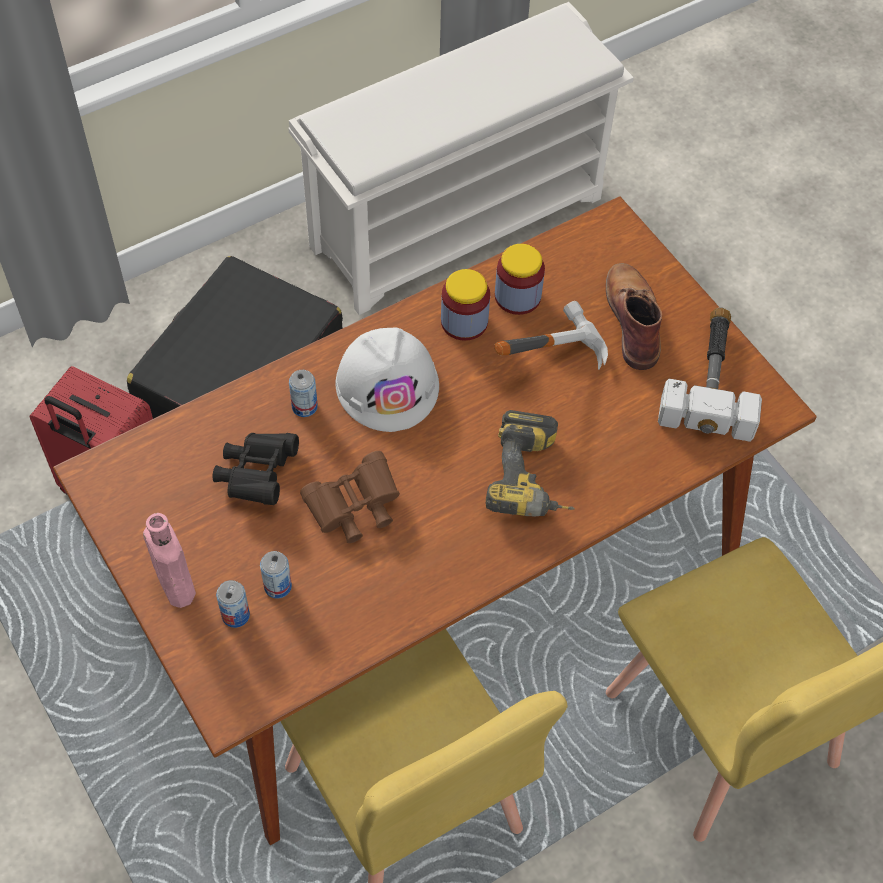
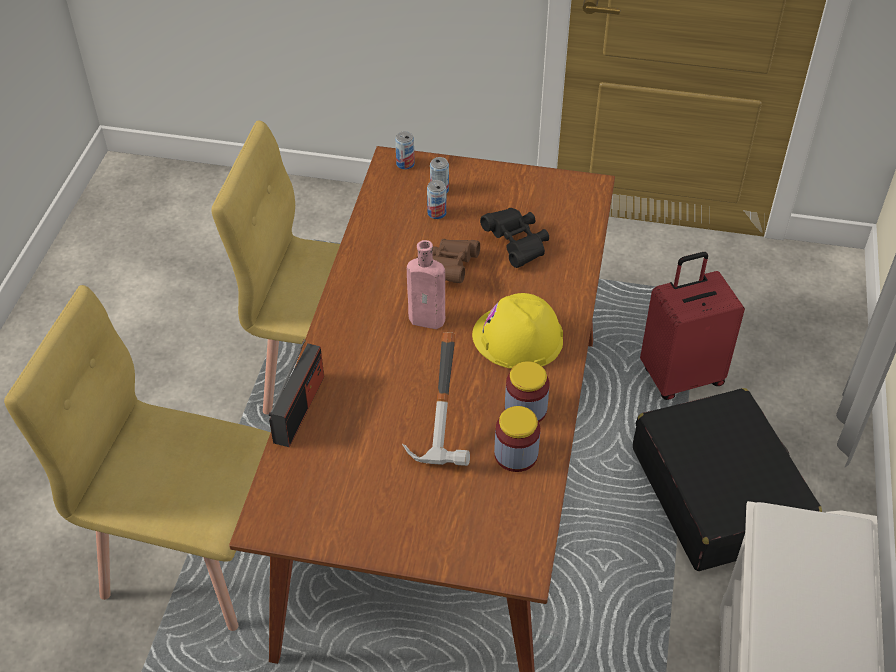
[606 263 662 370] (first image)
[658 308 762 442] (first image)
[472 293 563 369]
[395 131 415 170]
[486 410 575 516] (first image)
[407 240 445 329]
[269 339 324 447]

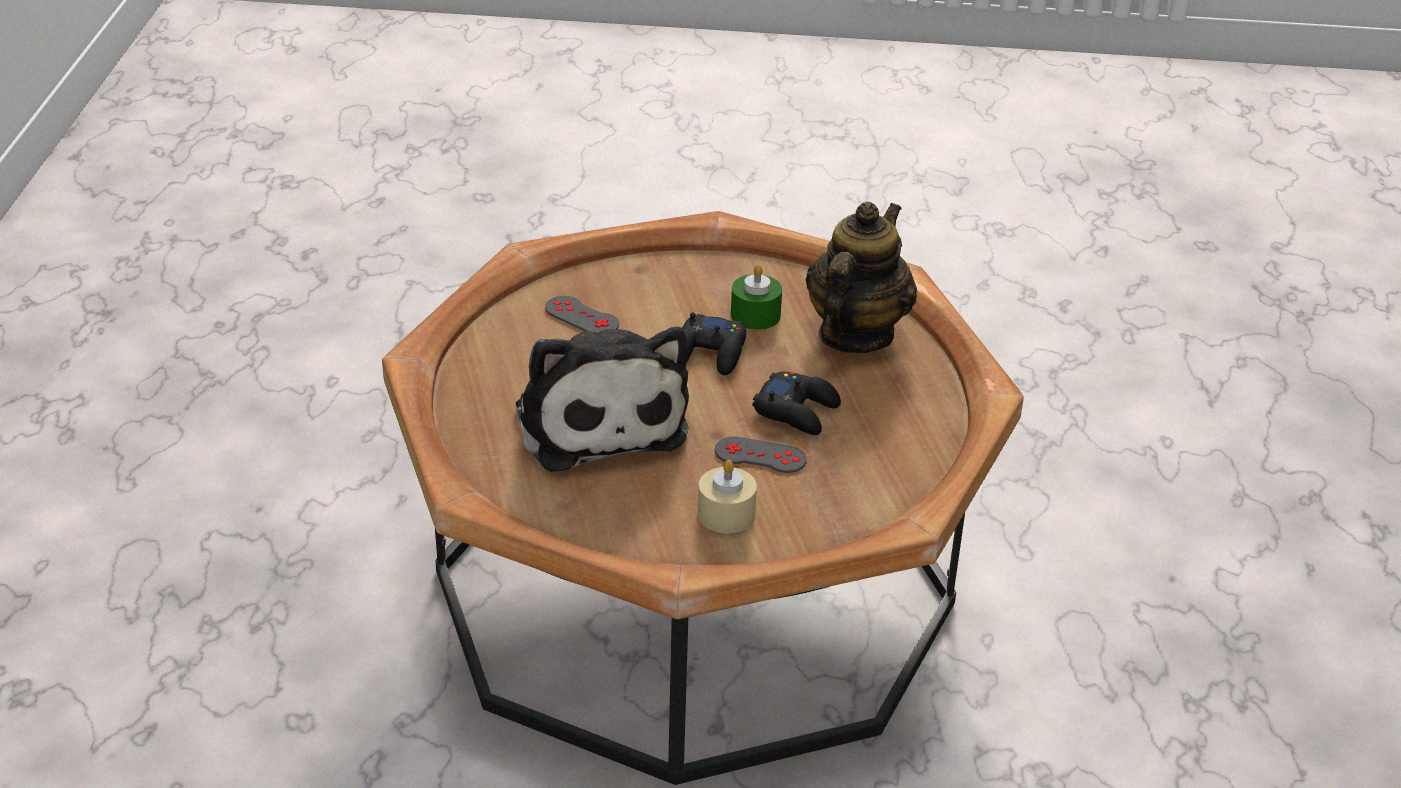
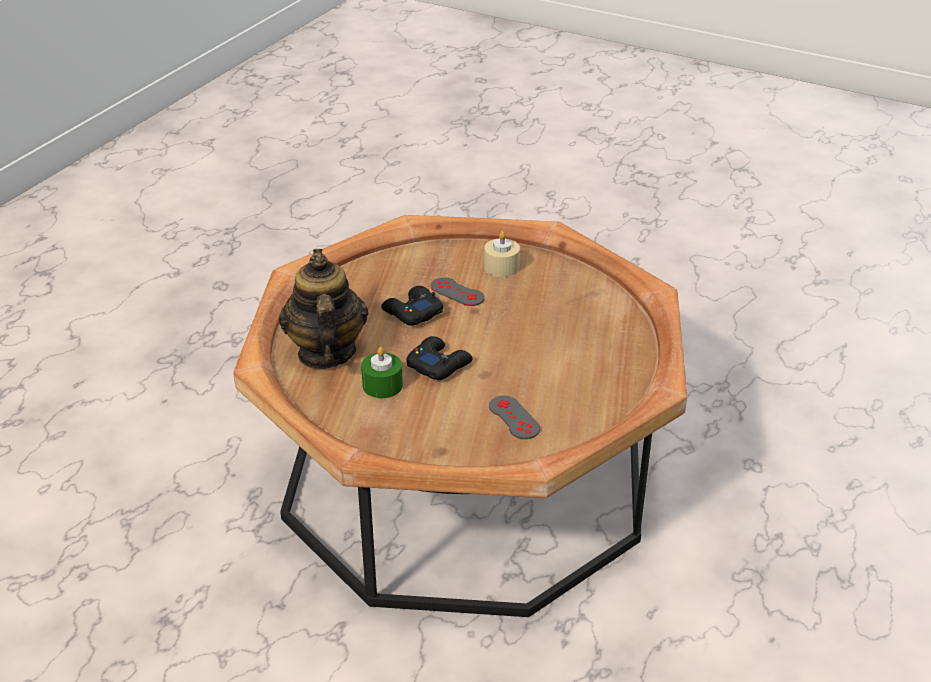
[279 249 369 369]
[516 326 689 472] (first image)

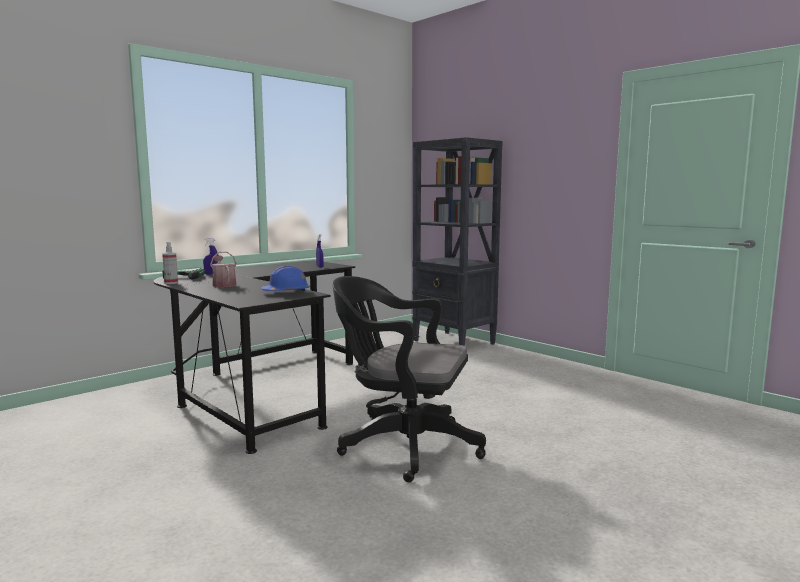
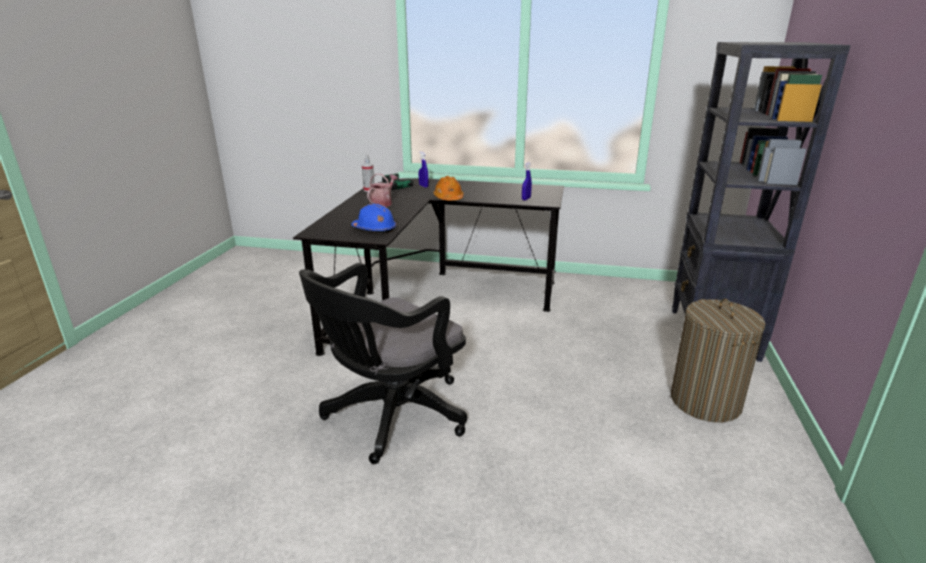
[299 263 467 464]
[434 176 464 200]
[671 298 766 422]

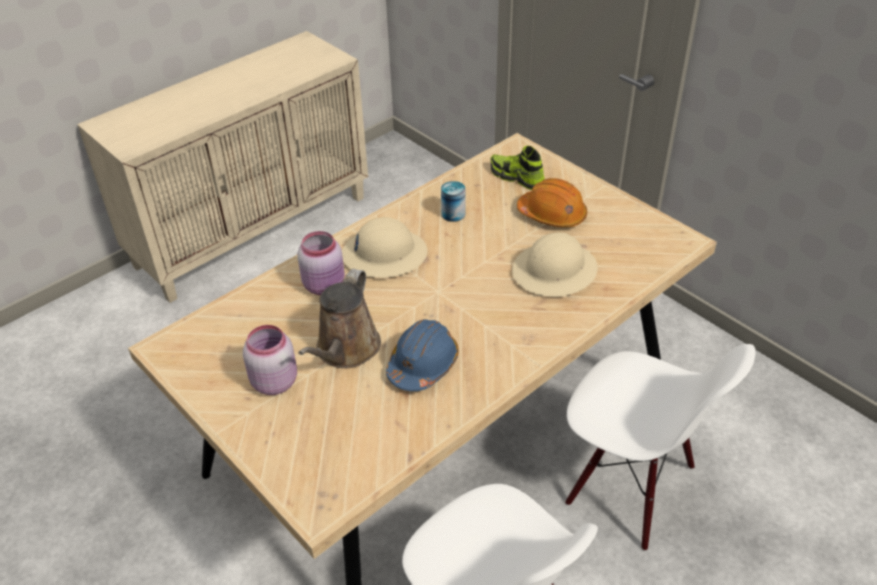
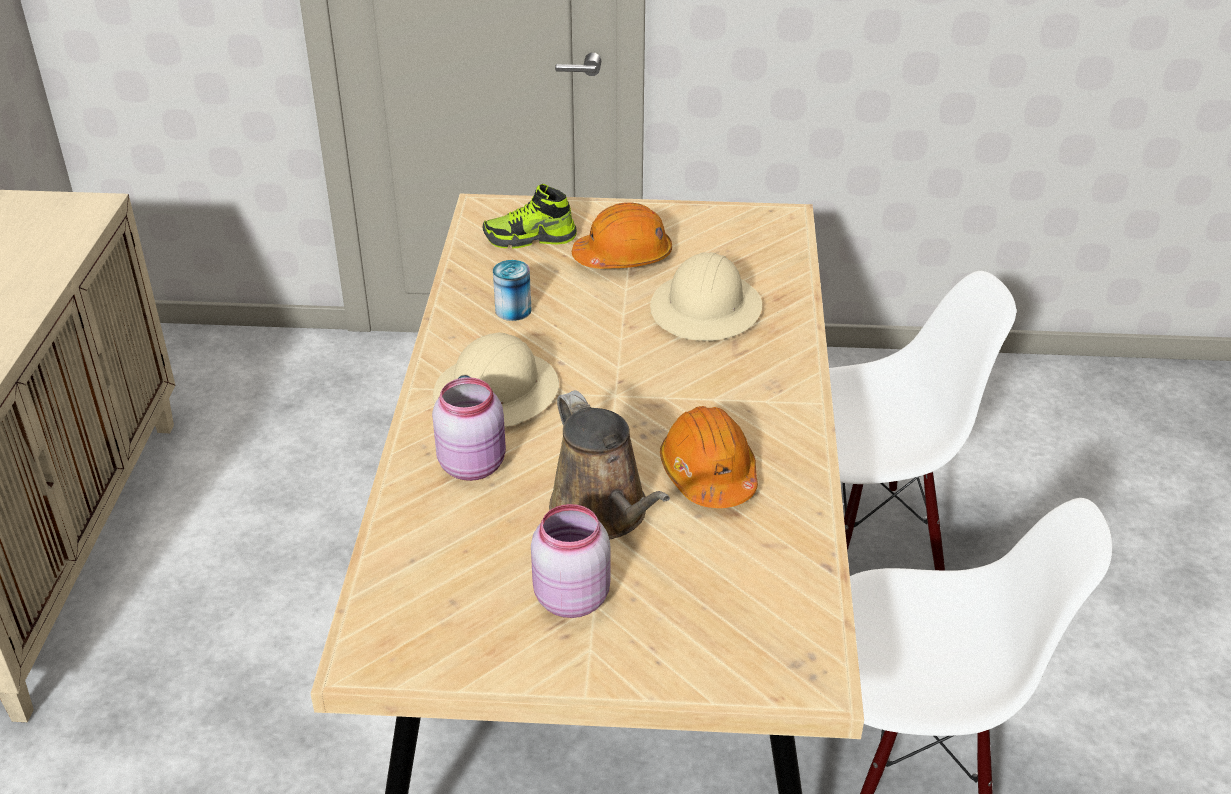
[660 406 758 508]

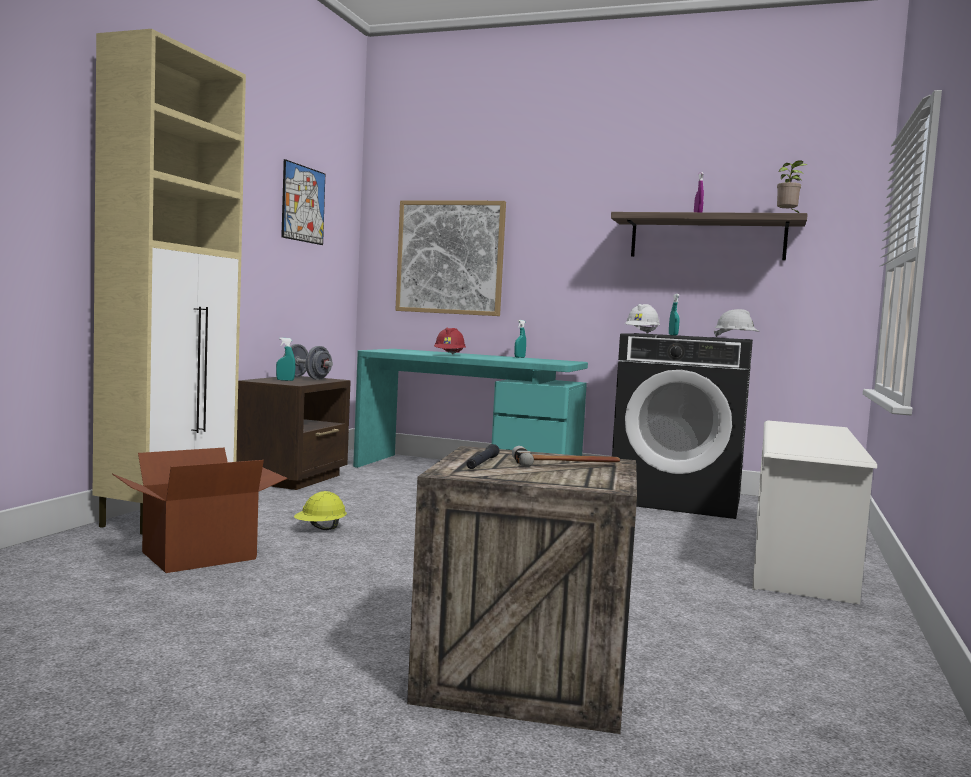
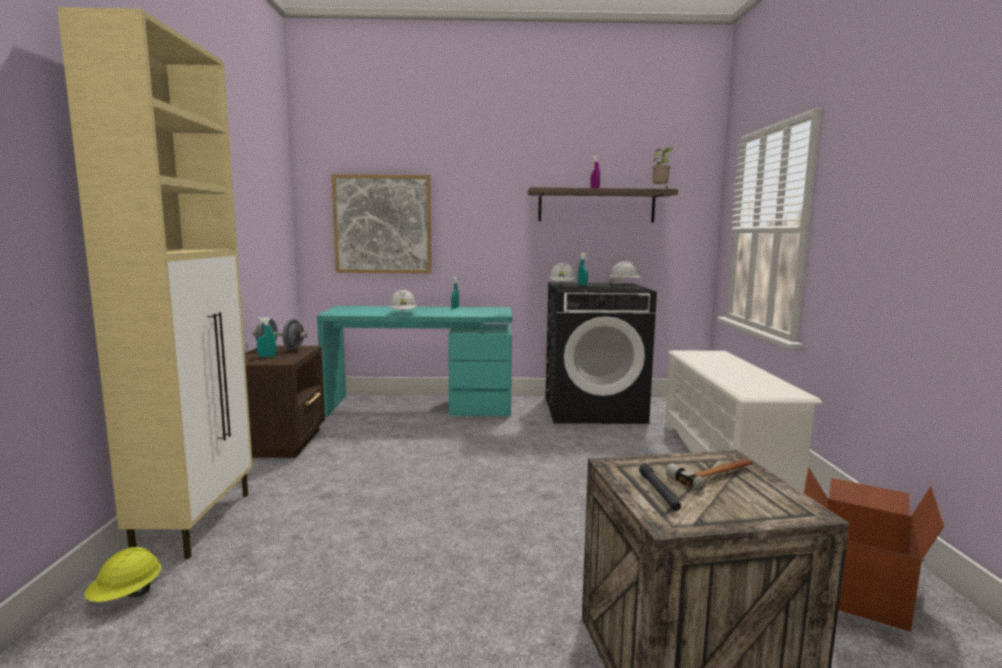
[281 159 325 245] (first image)
[389 290 417 311]
[804 467 944 632]
[84 547 161 602]

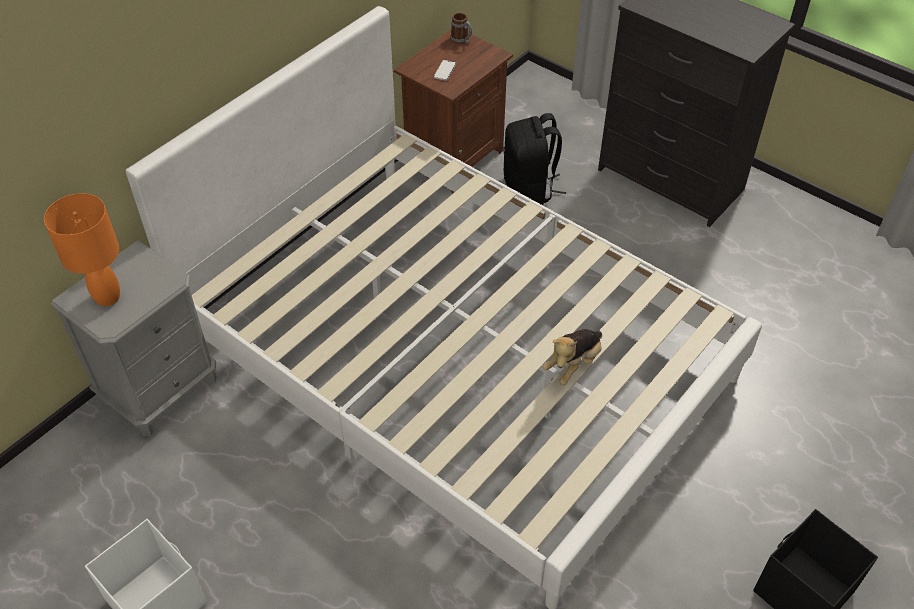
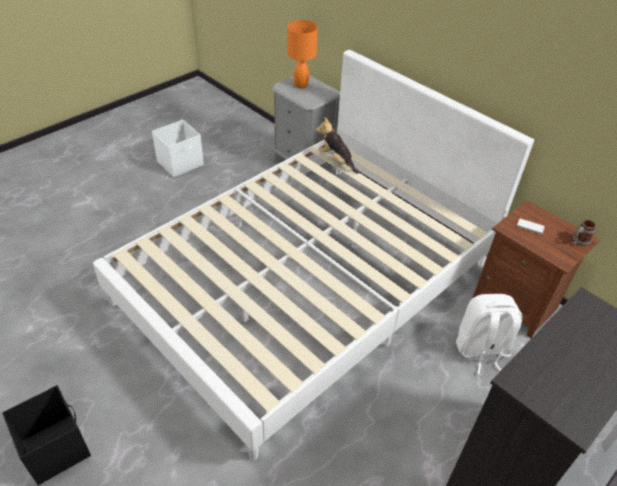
[456 294 522 375]
[316 117 359 174]

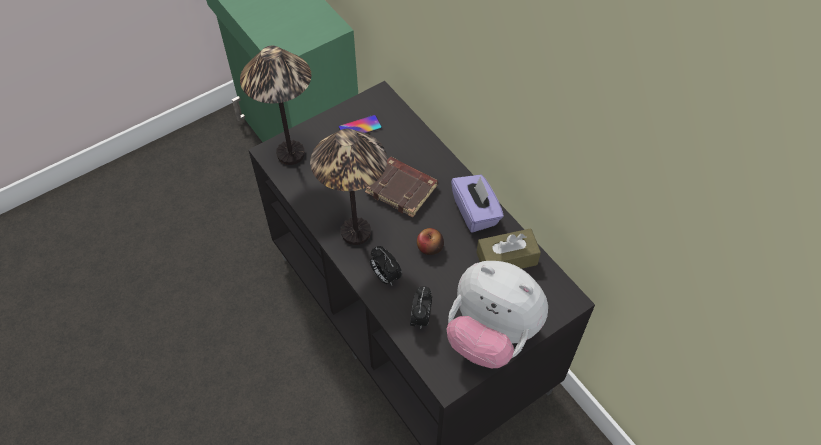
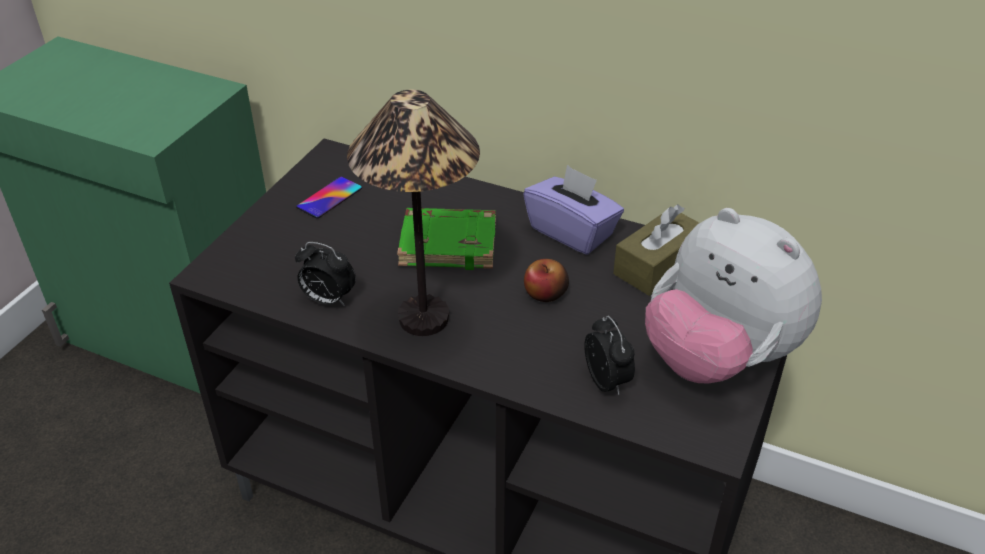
[240 46 311 165] (first image)
[397 208 496 270]
[295 242 356 306]
[645 208 822 383]

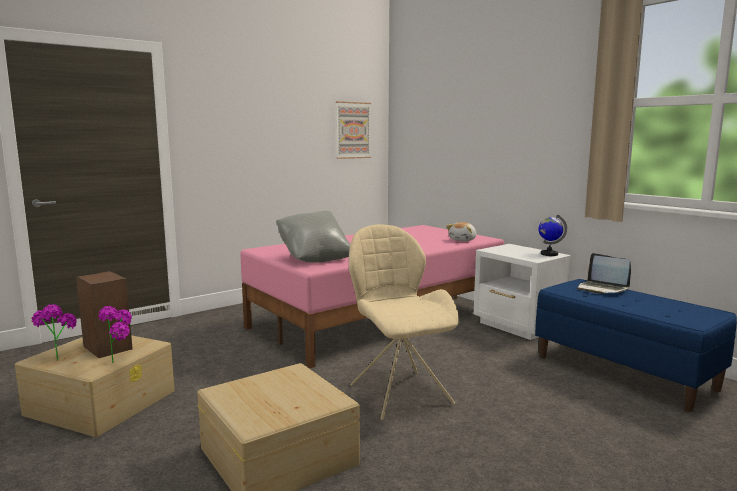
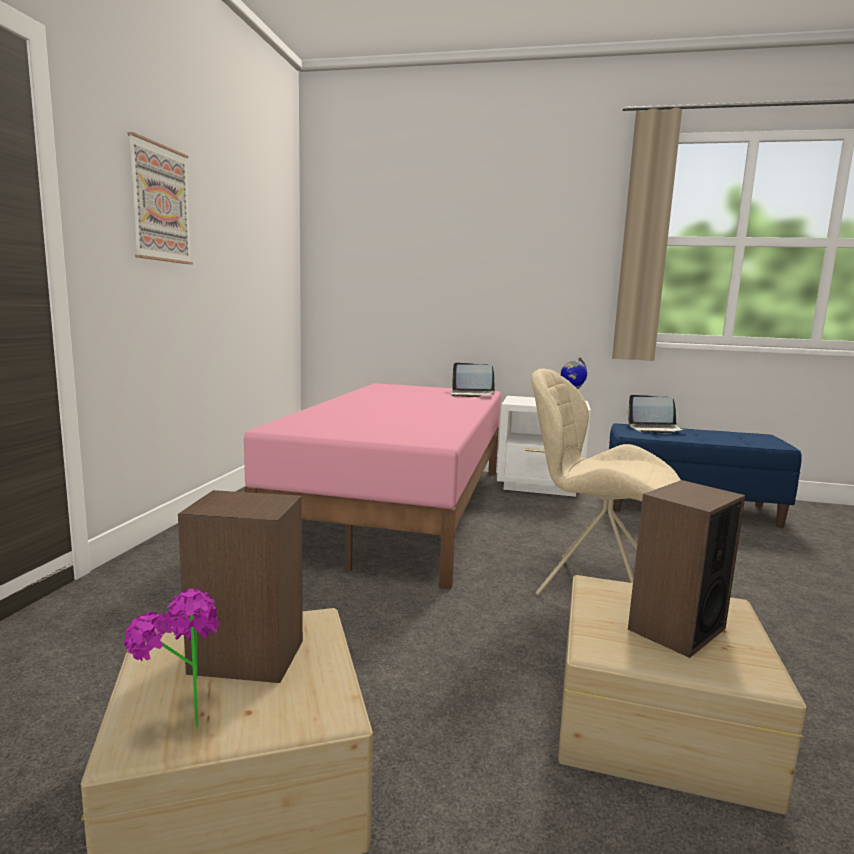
[127 132 193 264]
[276 211 350 262] (first image)
[450 362 495 397]
[98 306 132 363] (first image)
[628 480 745 658]

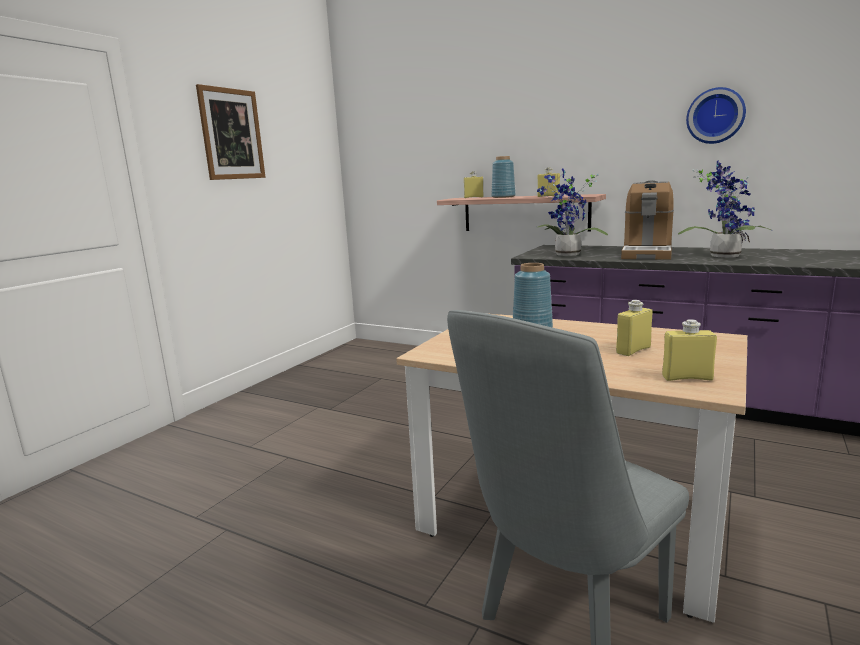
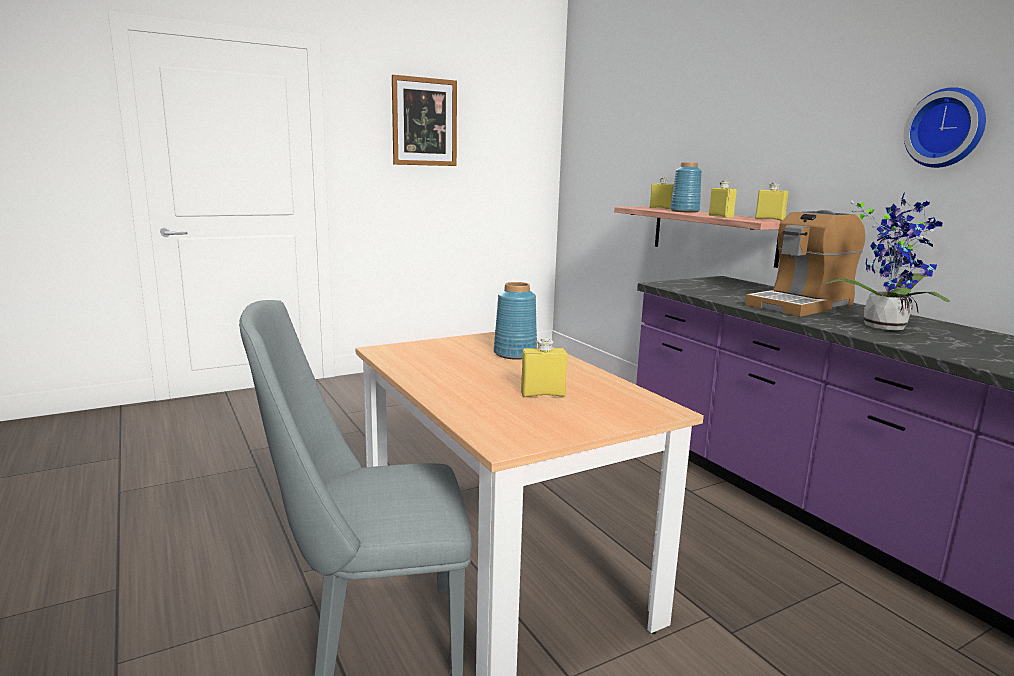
[537 169 608 256] (first image)
[755 182 789 221]

